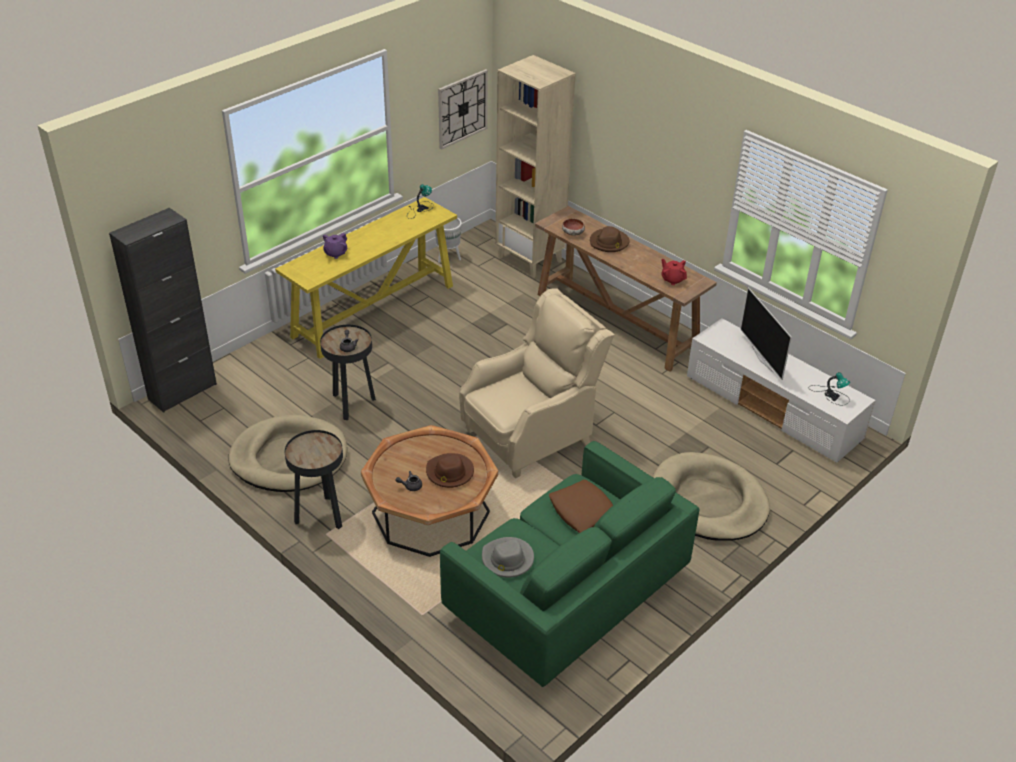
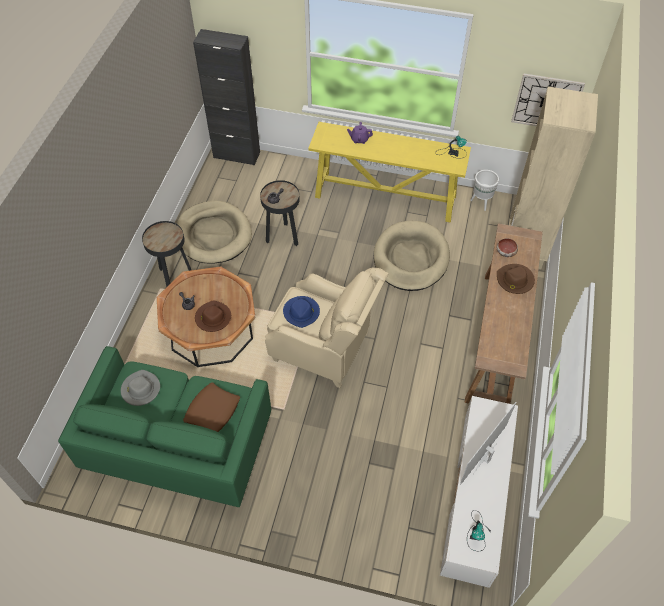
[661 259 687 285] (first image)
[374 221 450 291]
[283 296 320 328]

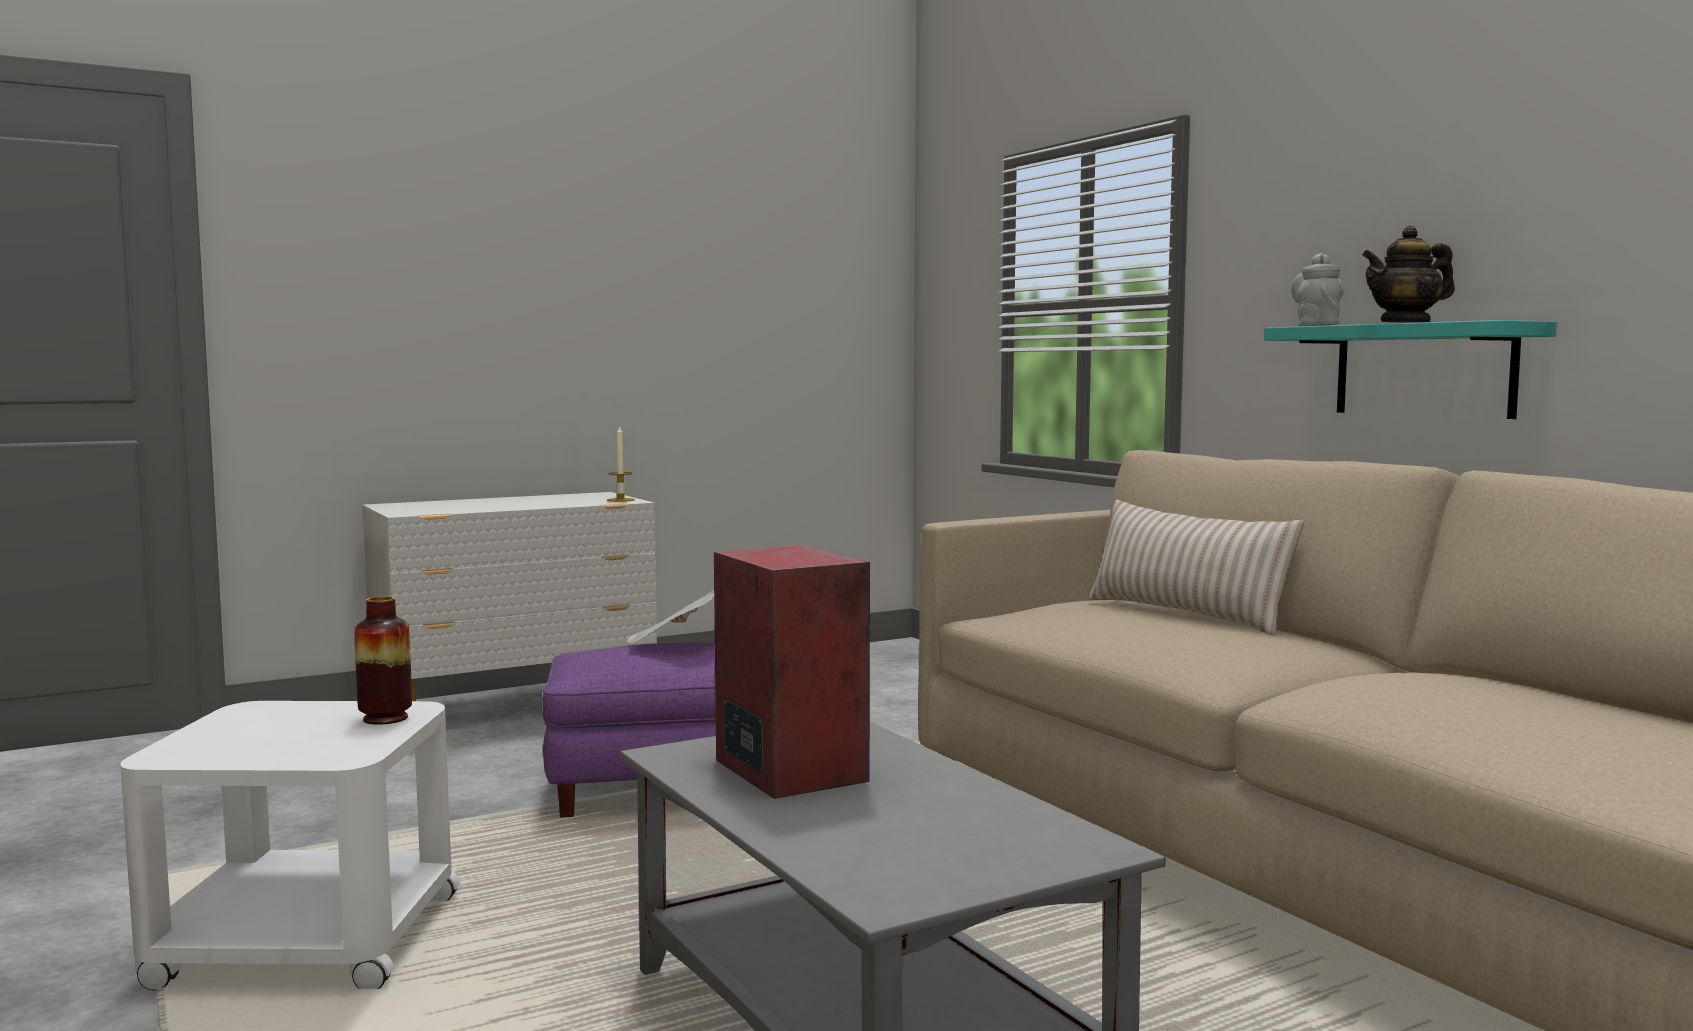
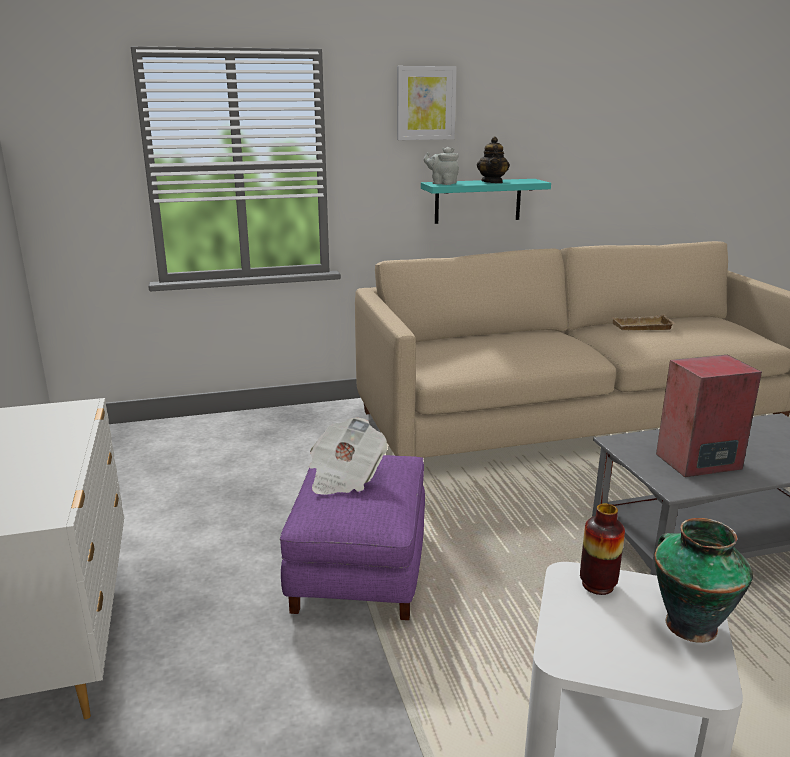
[607 425 635 502] (first image)
[1088 500 1304 636] (first image)
[397 66 457 140]
[612 314 676 330]
[654 518 753 643]

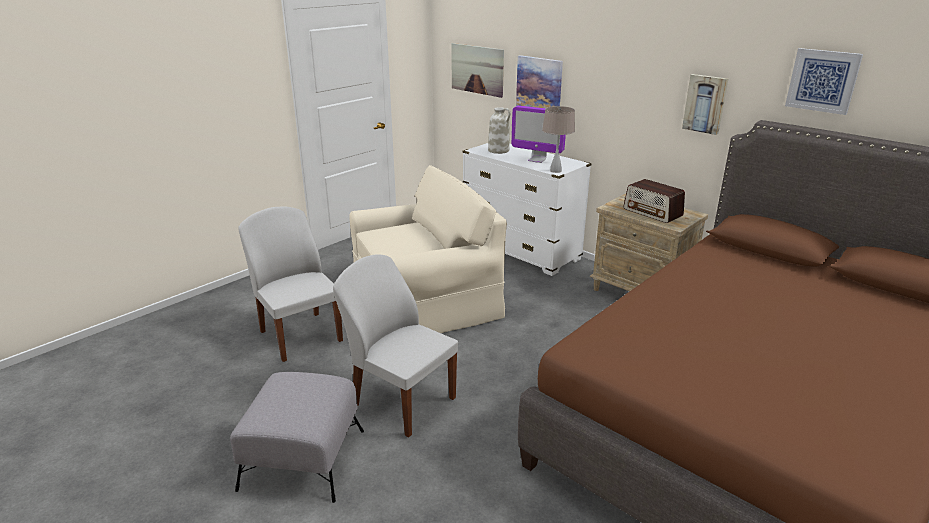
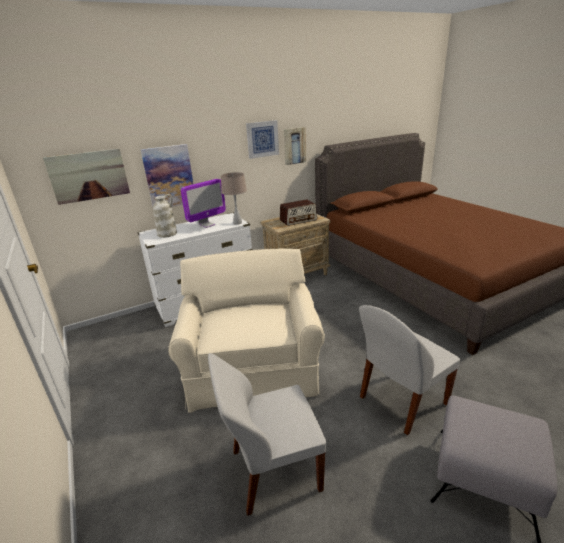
[246 120 279 159]

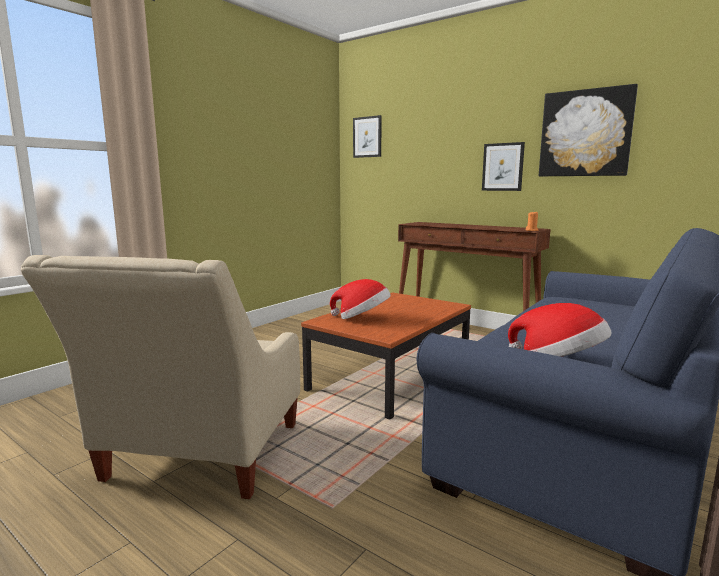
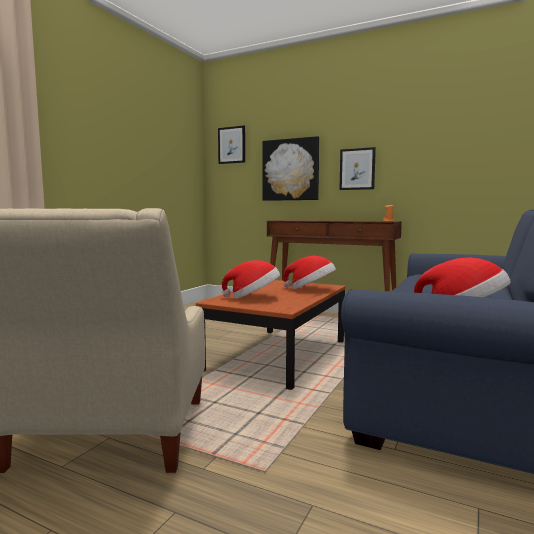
[262 136 319 201]
[283 256 336 289]

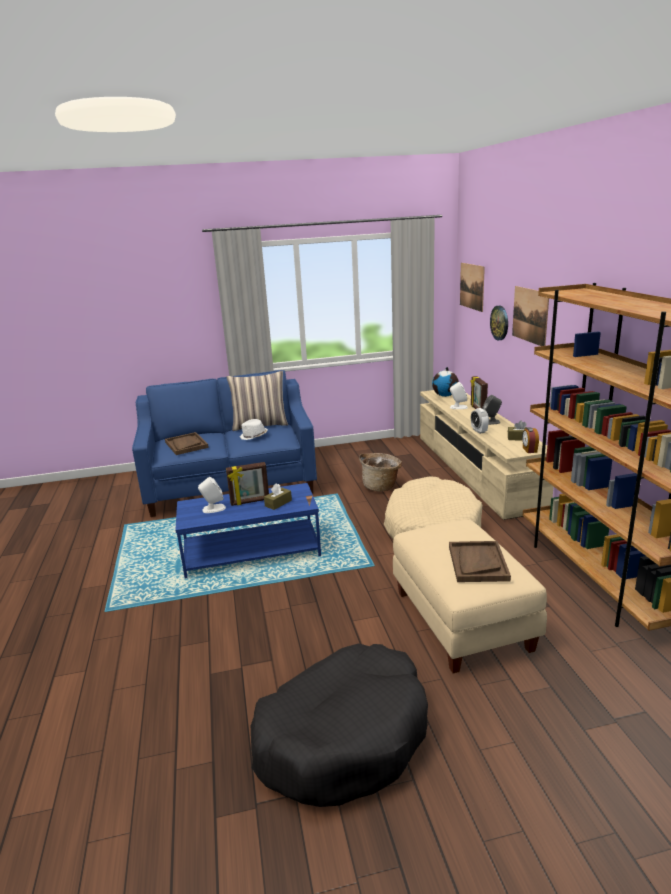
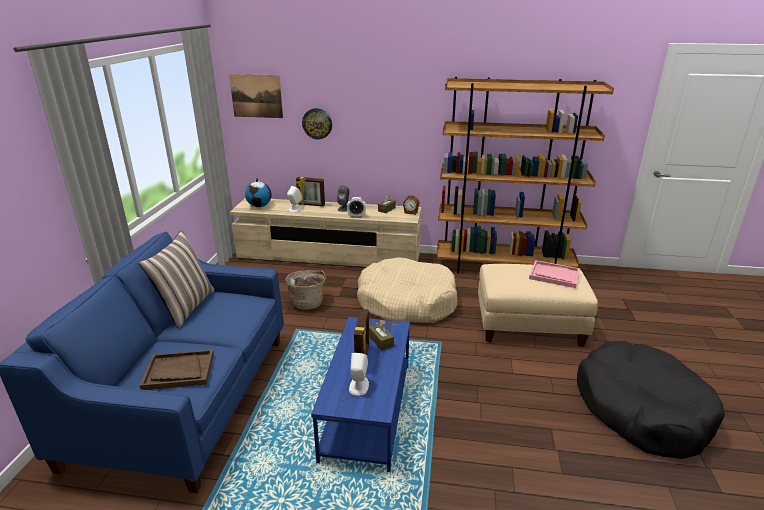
[512 286 549 346] (first image)
[240 419 268 440] (first image)
[529 260 580 288]

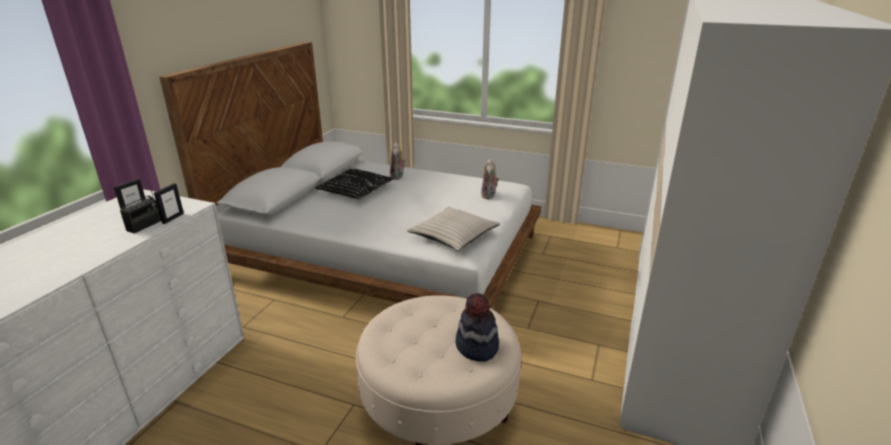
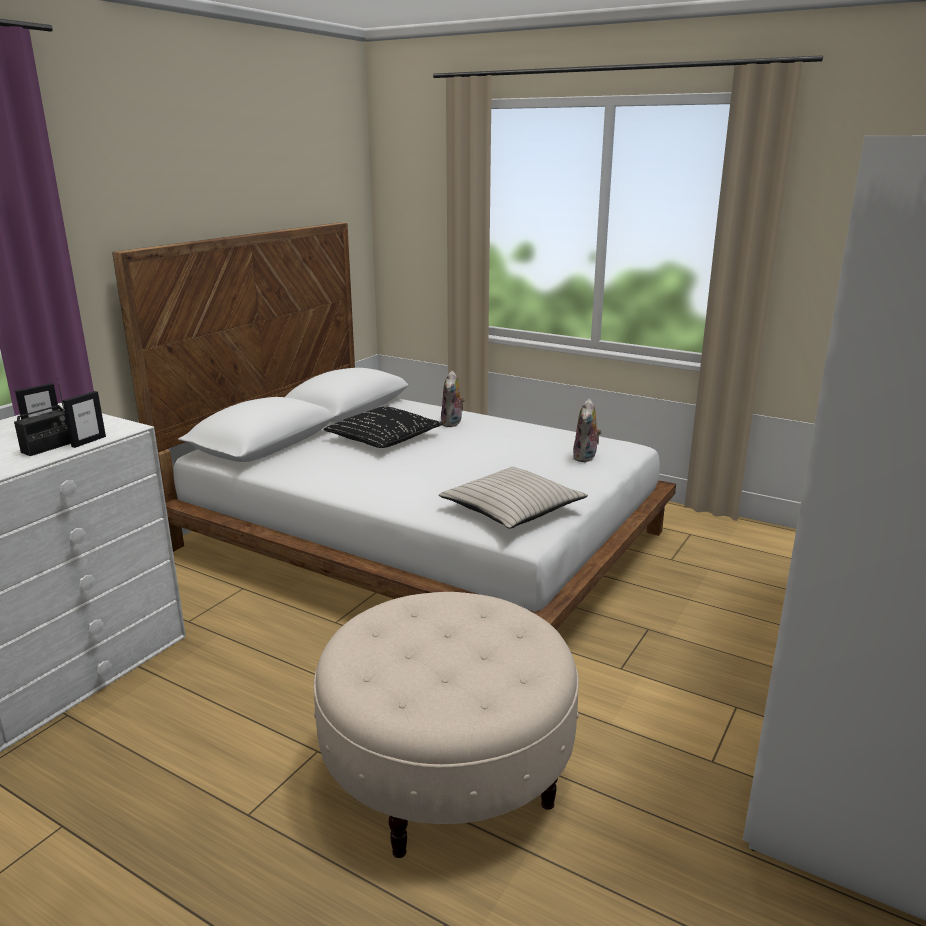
[456 293 499 362] (first image)

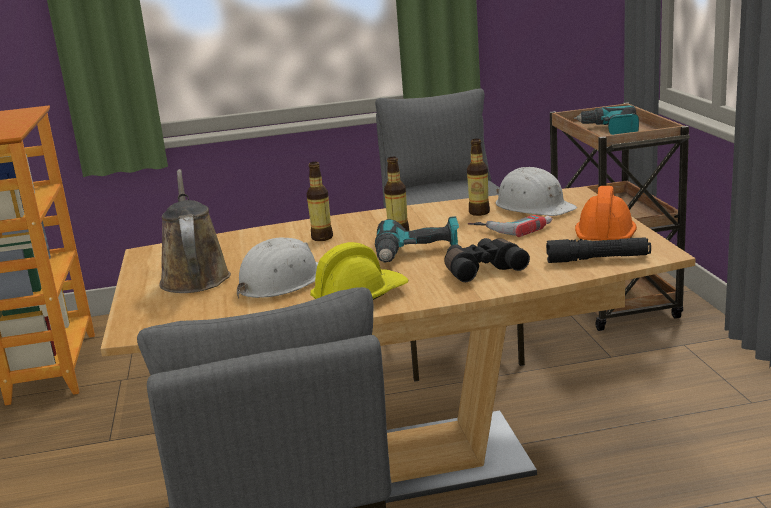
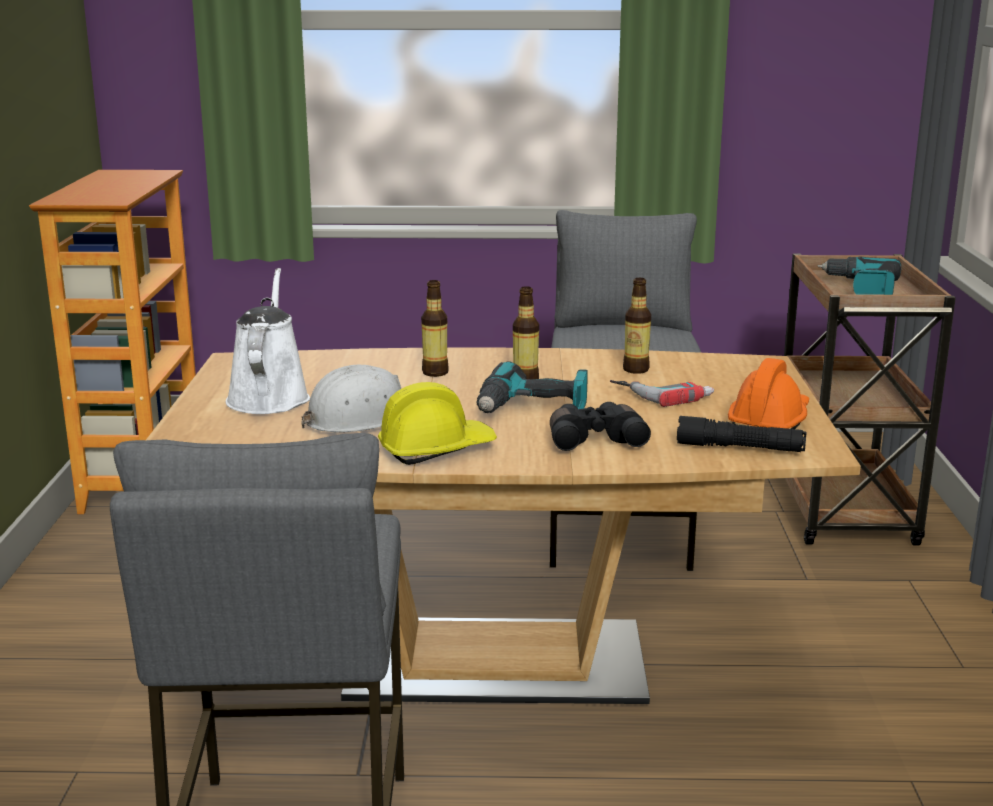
[496 167 577 216] (first image)
[226 268 310 414]

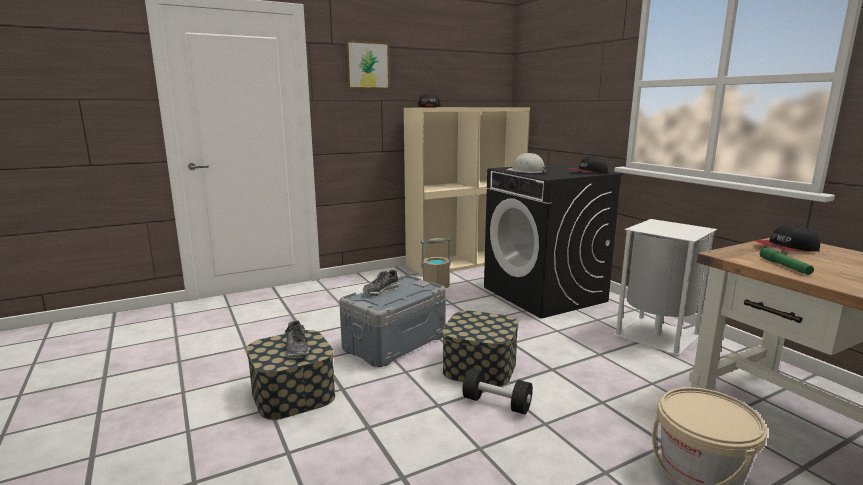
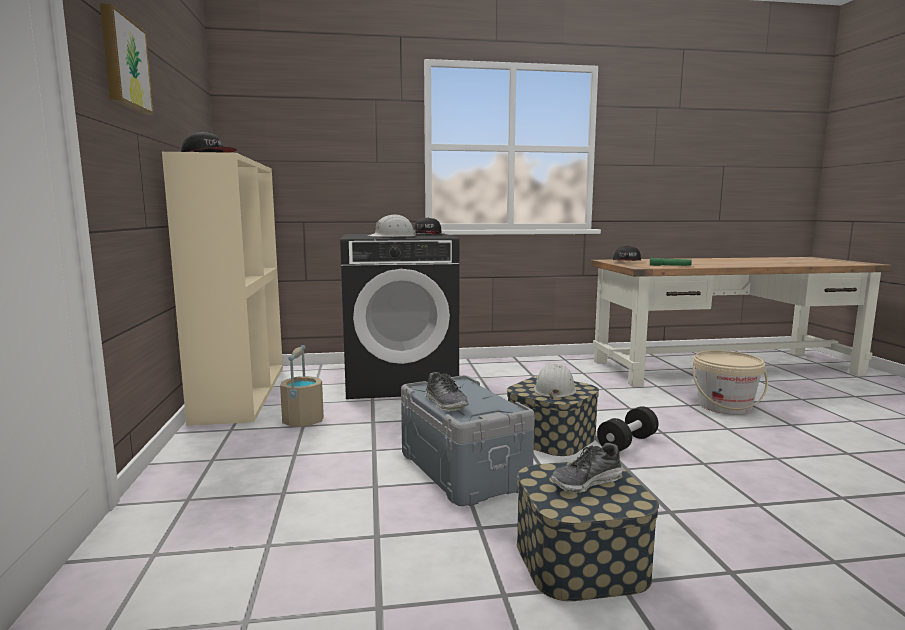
[613 219 717 356] (first image)
[551 443 623 493]
[534 363 576 399]

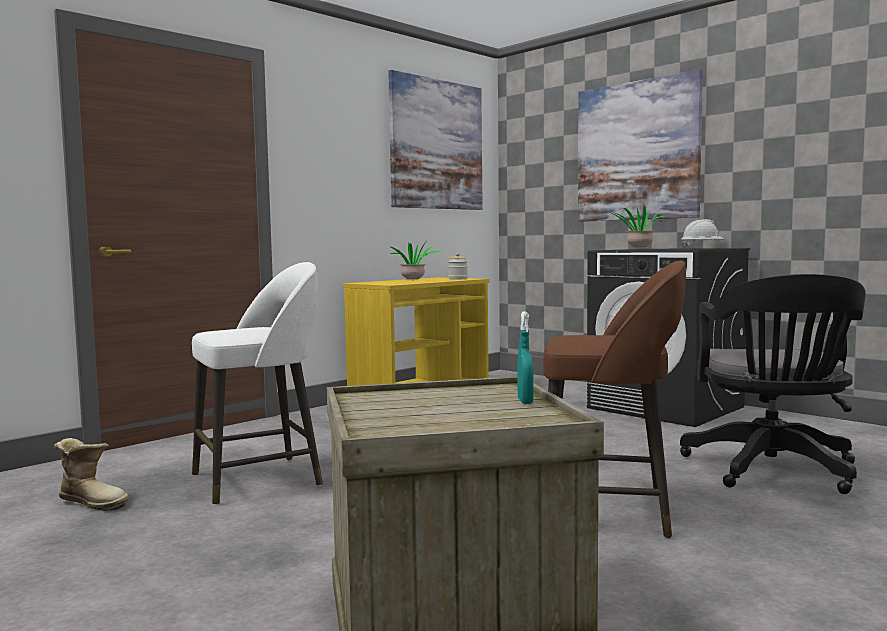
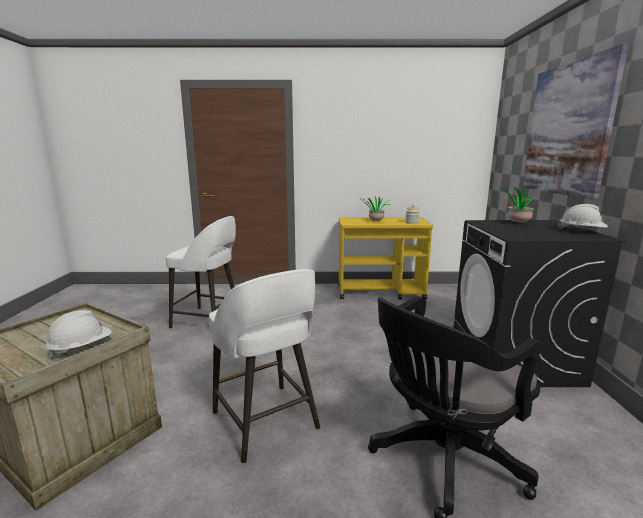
[388 70 483 210] (first image)
[209 269 320 463]
[45 310 112 358]
[54 438 129 511] (first image)

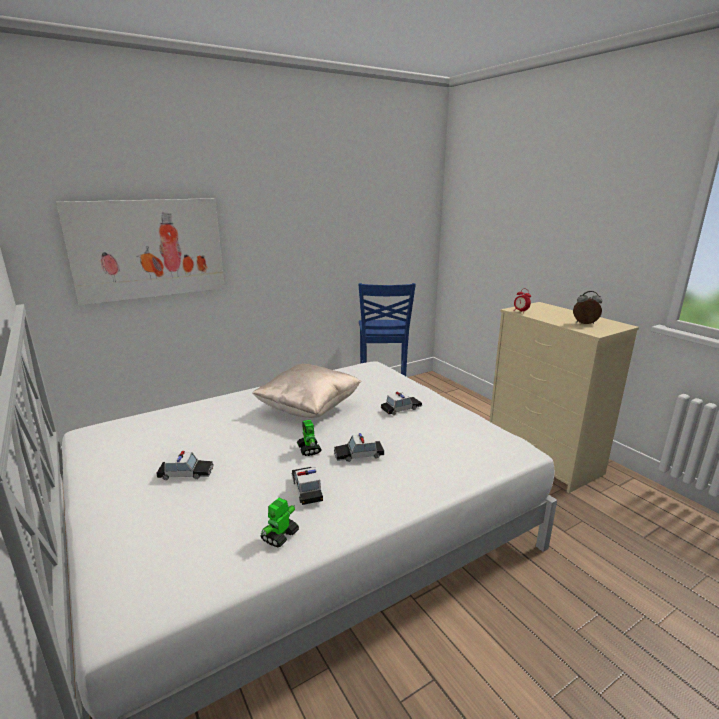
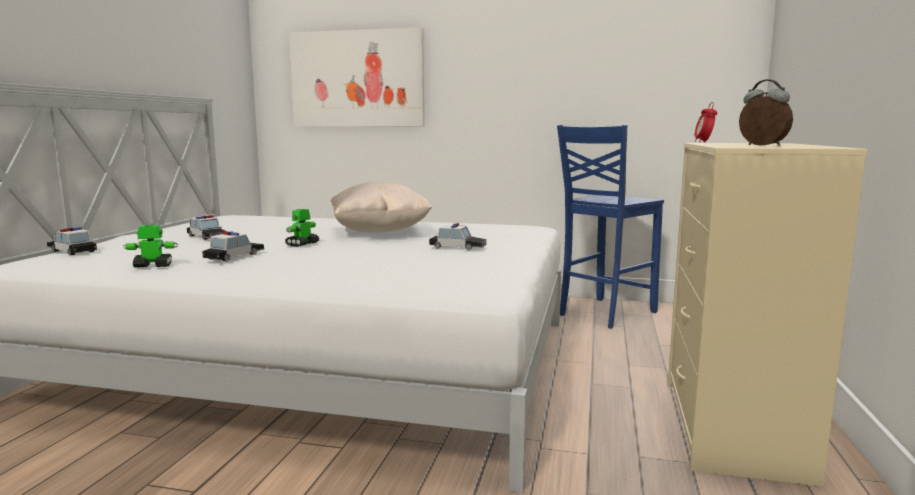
[46 227 97 255]

